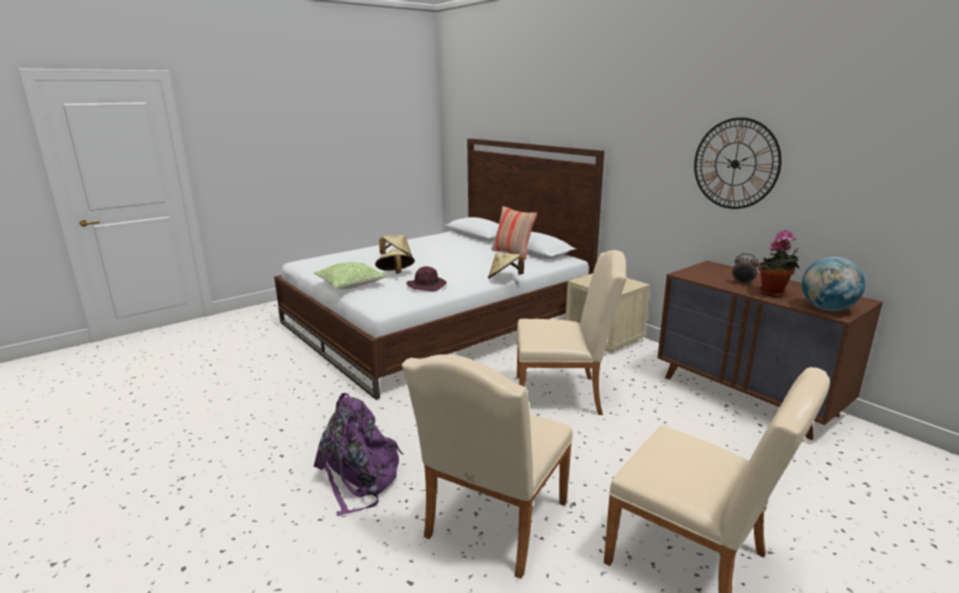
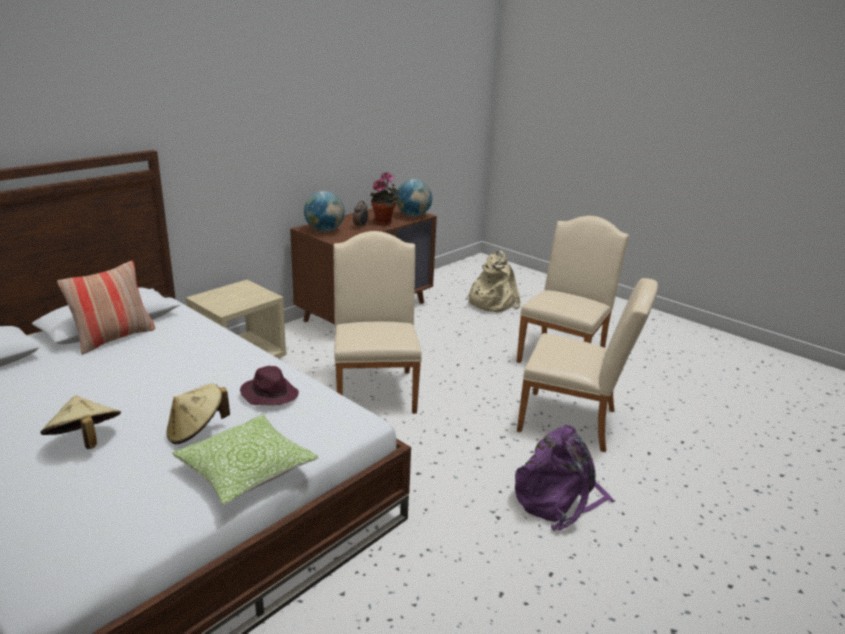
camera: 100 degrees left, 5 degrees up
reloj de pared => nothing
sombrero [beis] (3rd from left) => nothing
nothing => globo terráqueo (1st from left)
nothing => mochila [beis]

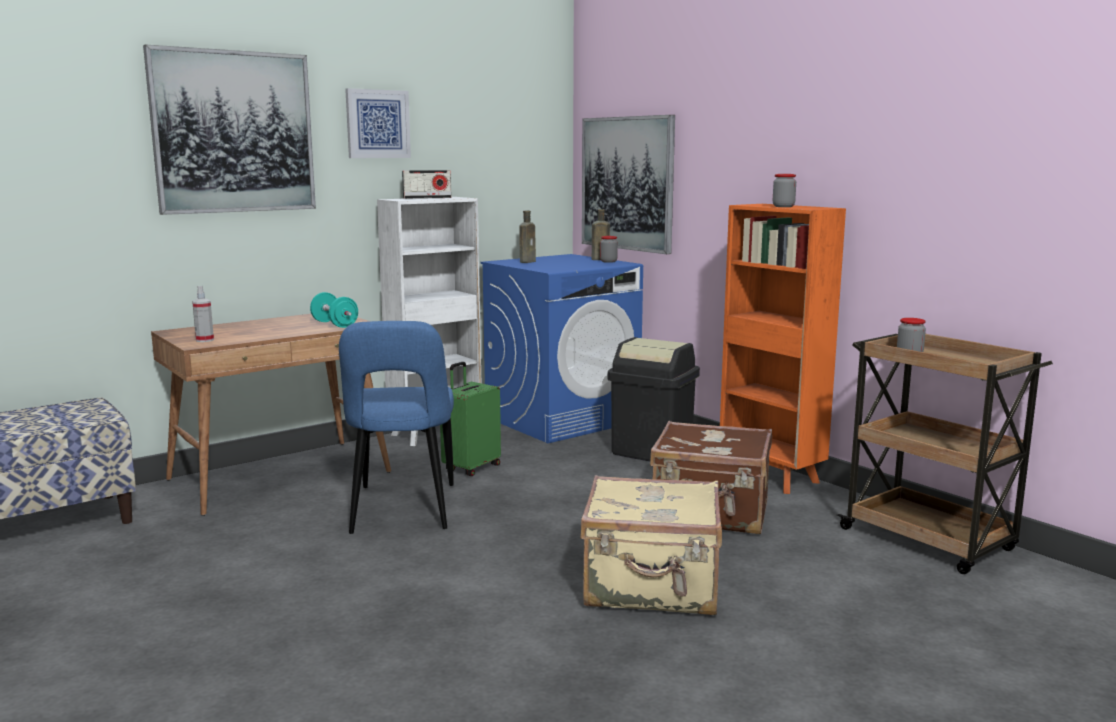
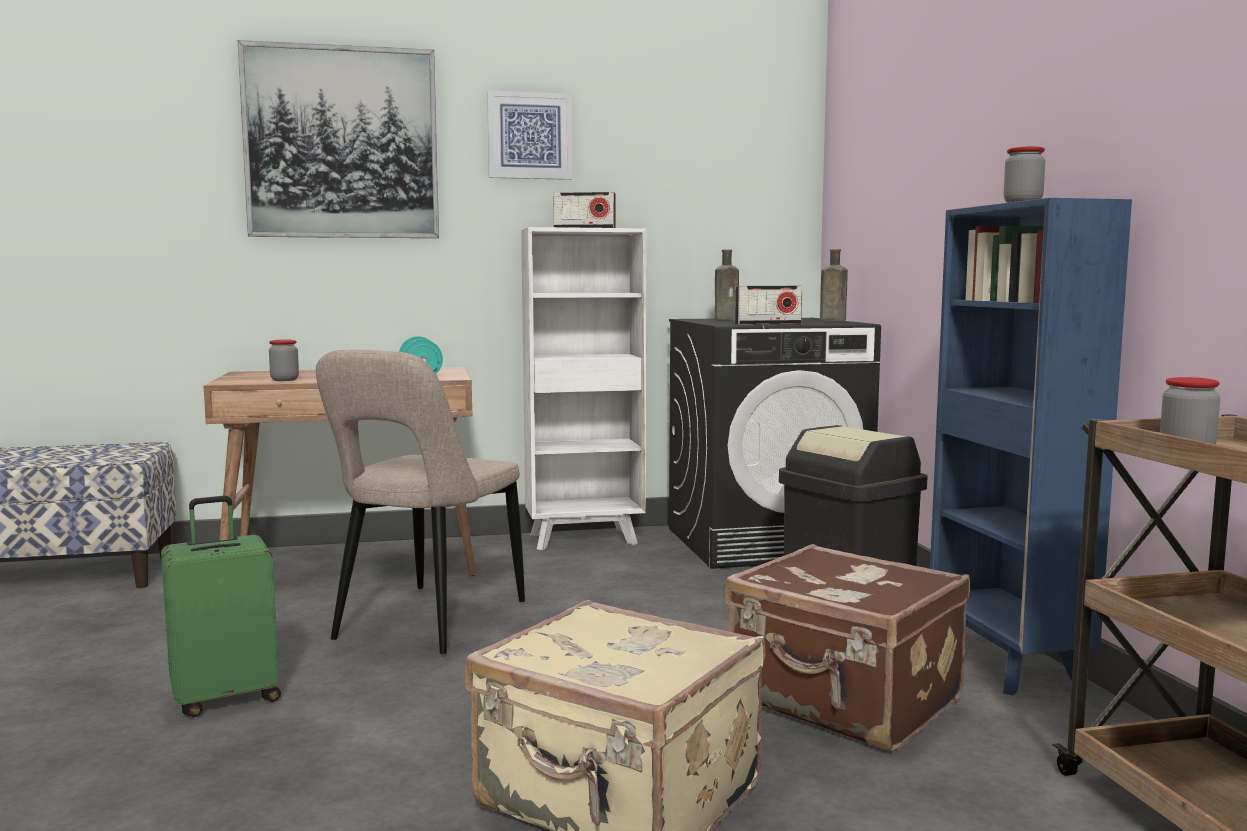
camera: 25 degrees right, 5 degrees down
cuadro (3rd from left) => nothing
estantería [naranja] => estantería [azul]
tarro (1st from left), moved
lavadora [azul] => lavadora [negro]
pulverizador => nothing
silla [azul] => silla [beis]
maleta [verde], moved
nothing => radio (2nd from left)

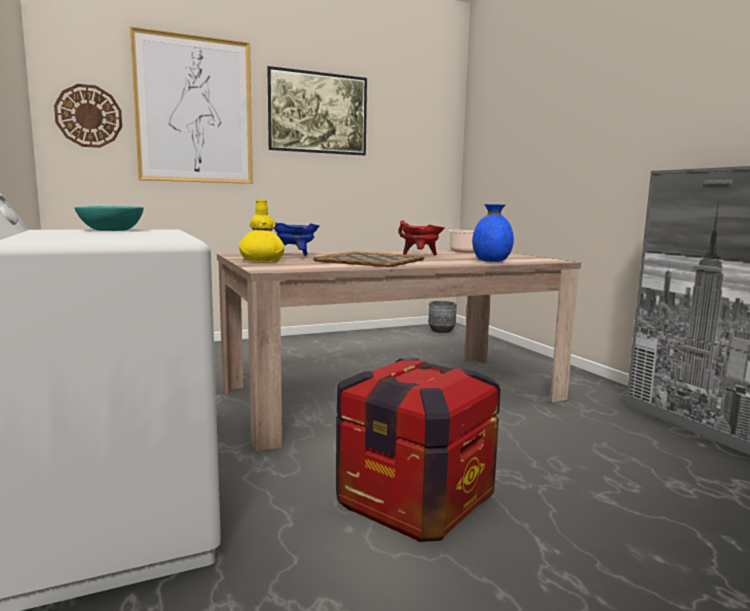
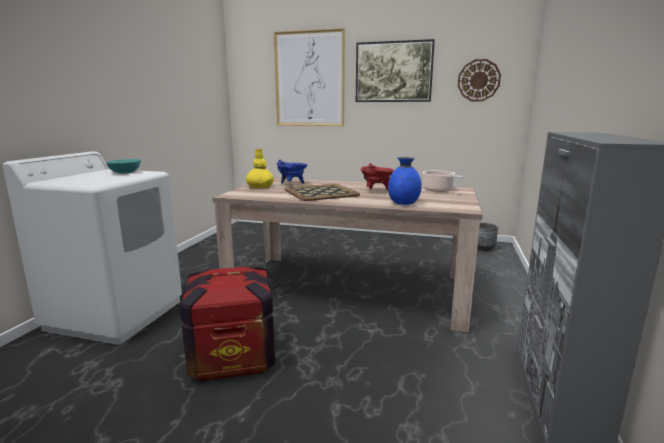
camera: 40 degrees right, 5 degrees up
reloj de pared, moved

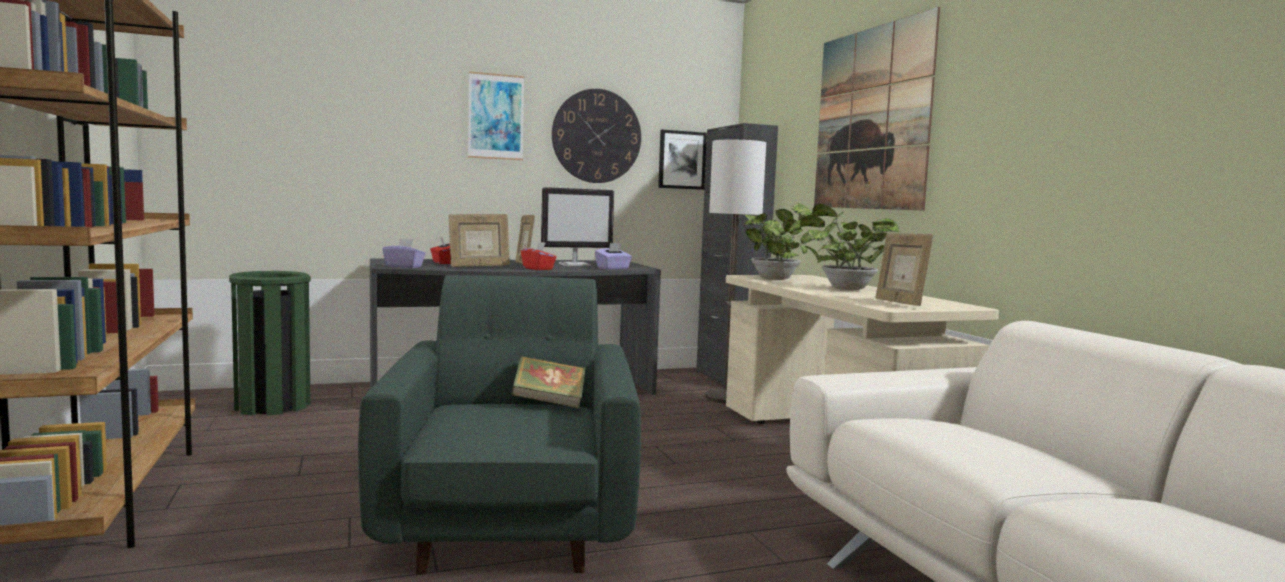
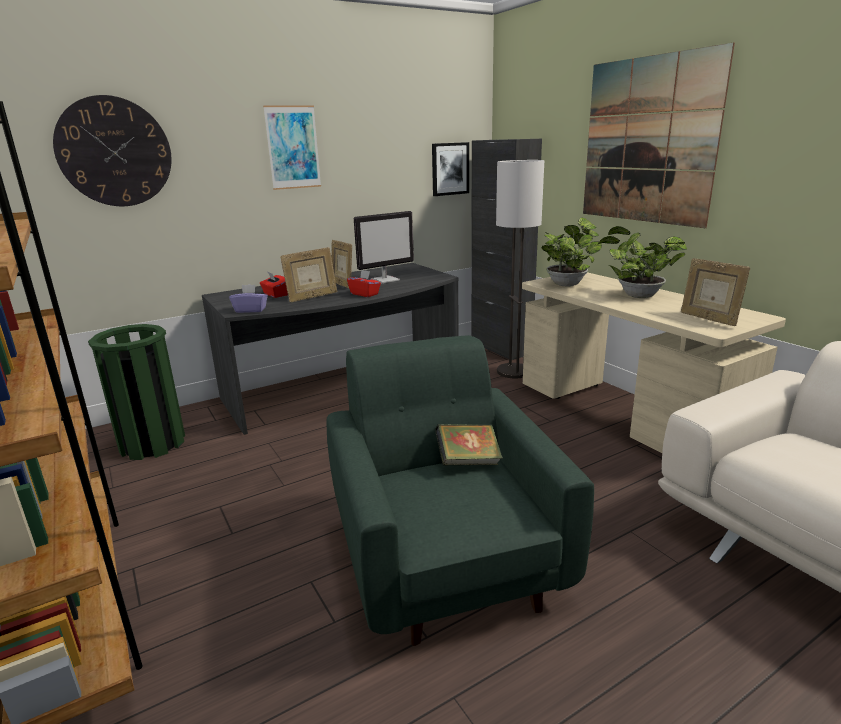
camera: 10 degrees left, 15 degrees up
reloj de pared, moved
caja de pañuelos [morado] (2nd from left) => nothing

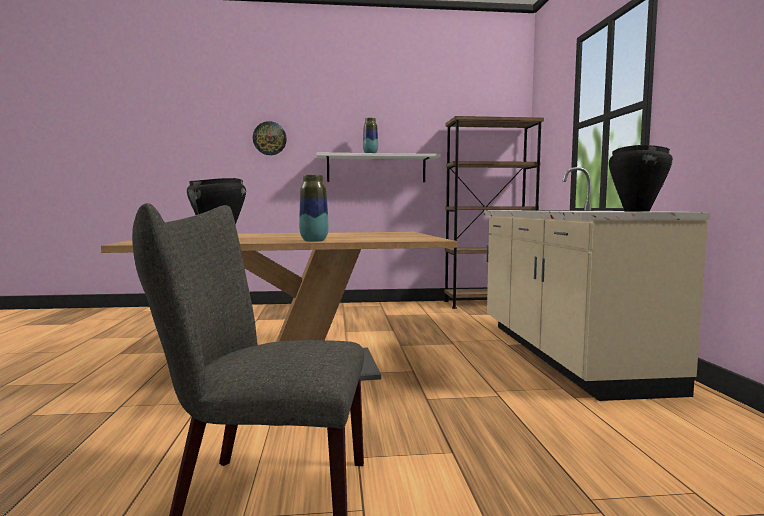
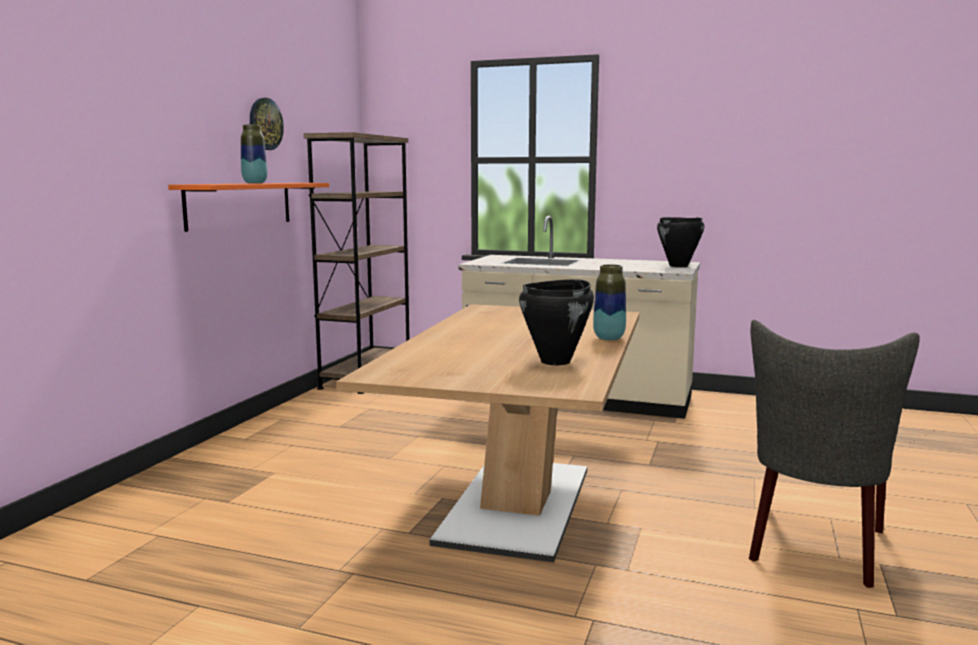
camera: 65 degrees left, 5 degrees up
reloj de pared, moved
estante [blanco] => estante [naranja]

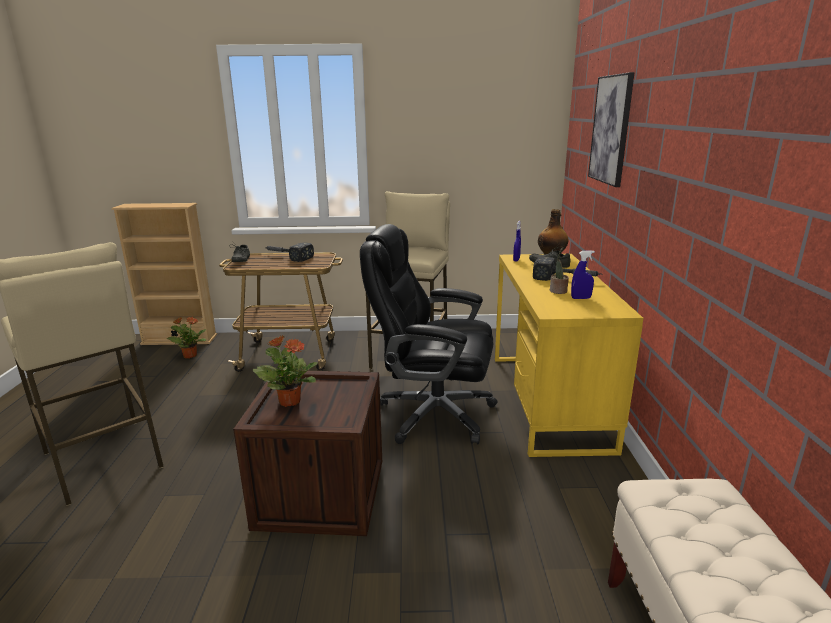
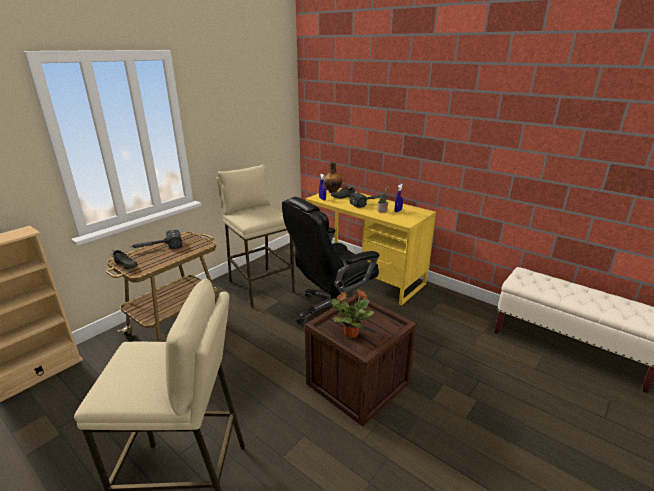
camera: 50 degrees left, 5 degrees up
cuadro => nothing
planta en maceta (1st from left) => nothing

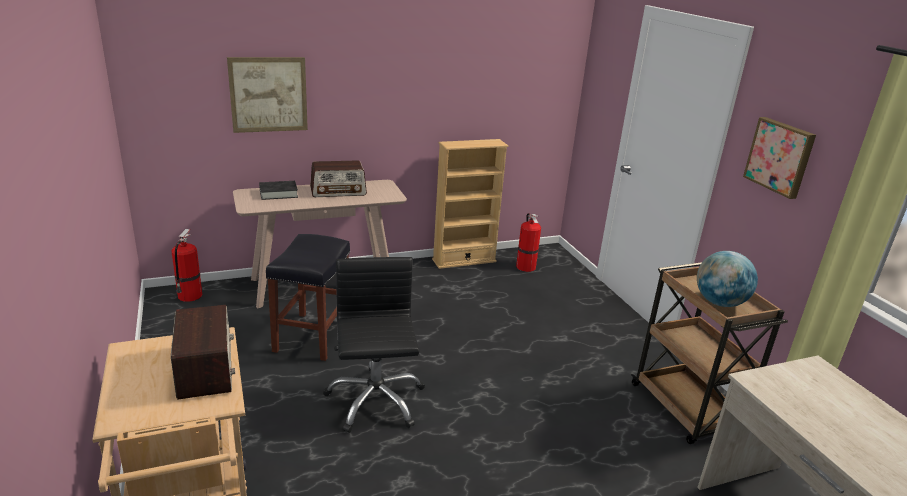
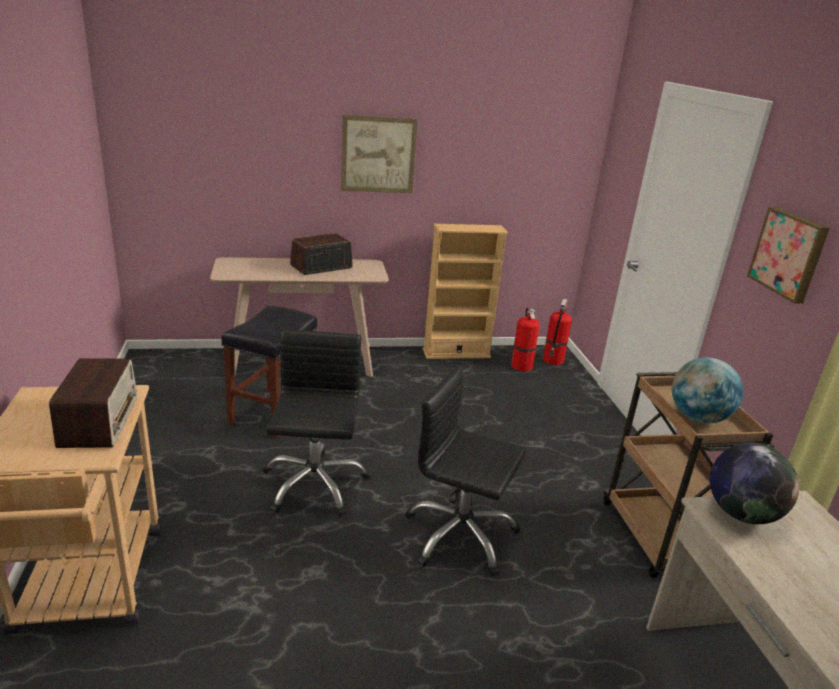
camera: 10 degrees right, 0 degrees up
cuadro (1st from left), moved
radio (2nd from left), 150 degrees clockwise
libro [negro] => nothing
extintor (1st from left in the first image) => extintor (2nd from left), moved
nothing => silla de oficina [negro] (2nd from left)
nothing => globo terráqueo (2nd from left)

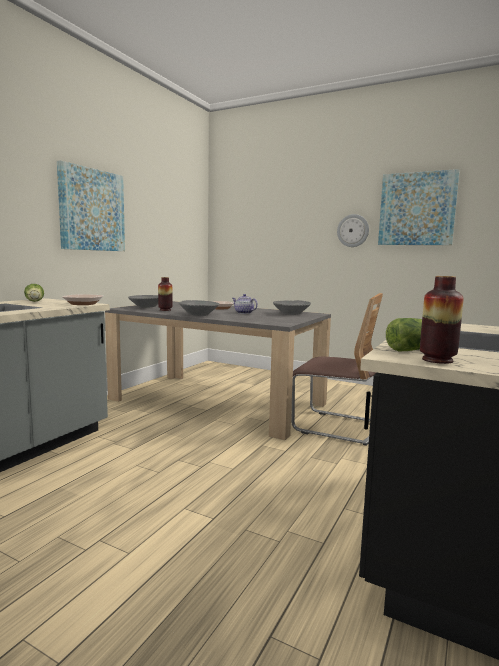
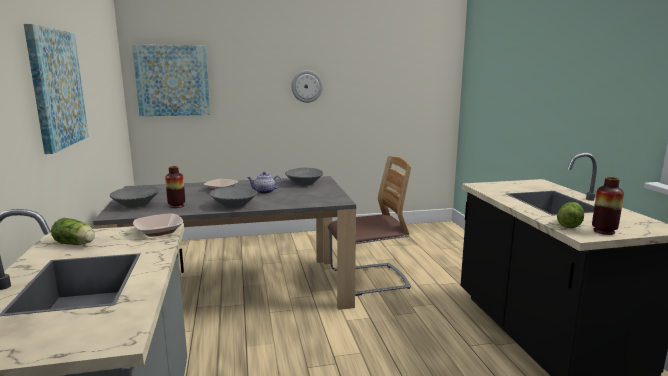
camera: 40 degrees left, 5 degrees up
cuadro (2nd from left), moved

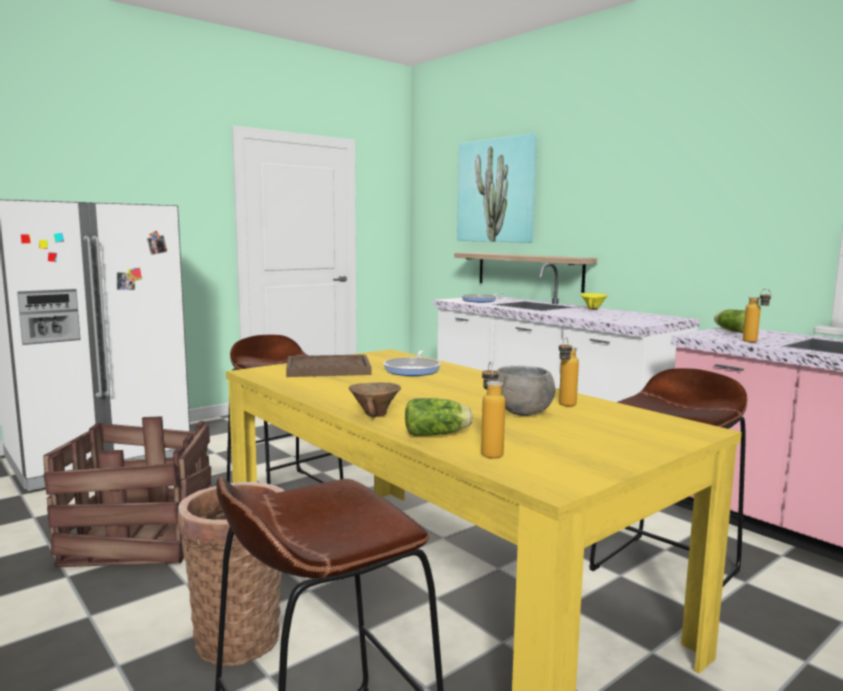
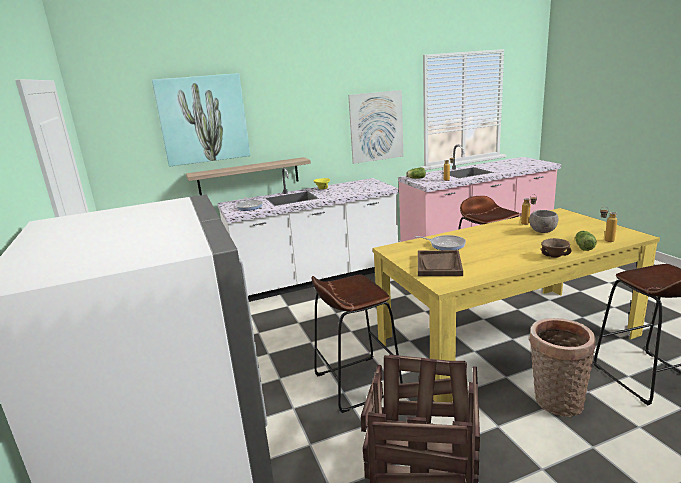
camera: 70 degrees left, 10 degrees up
nothing => cuadro (2nd from left)

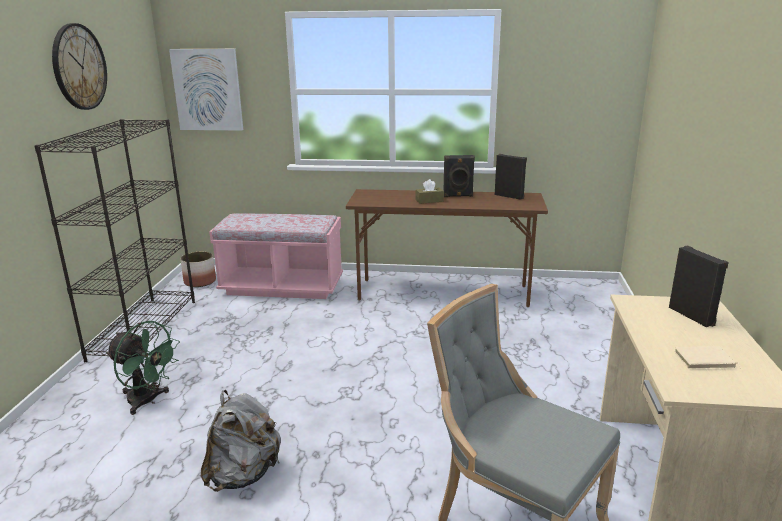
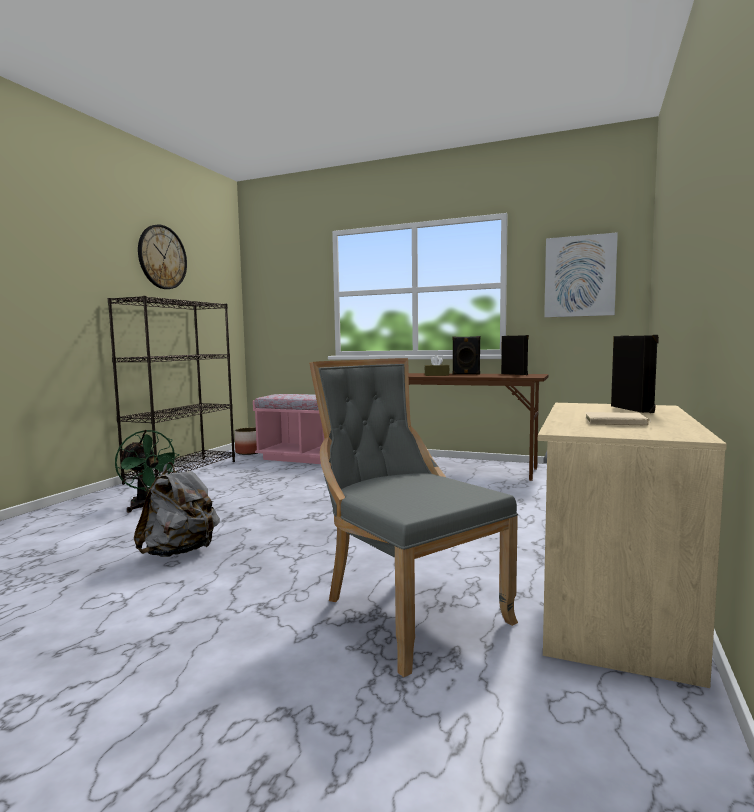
camera: 15 degrees right, 15 degrees down
cuadro, moved

